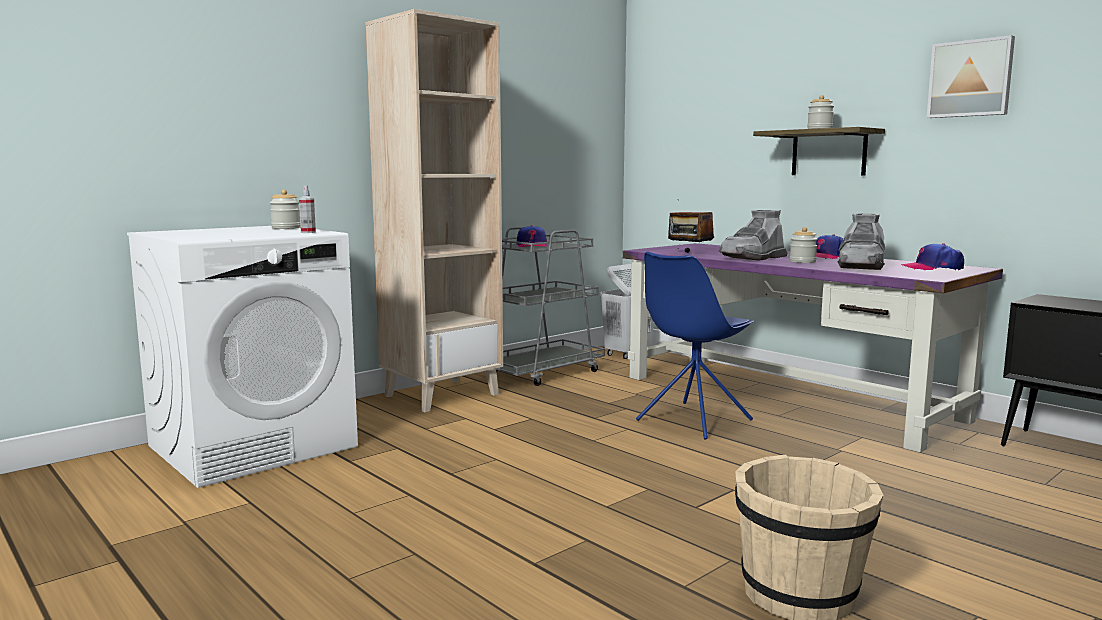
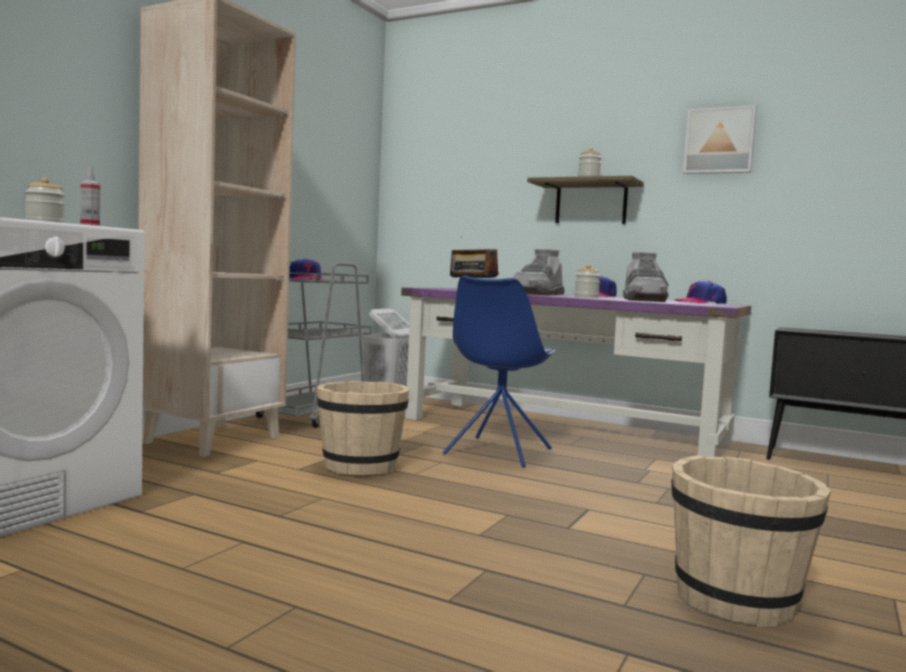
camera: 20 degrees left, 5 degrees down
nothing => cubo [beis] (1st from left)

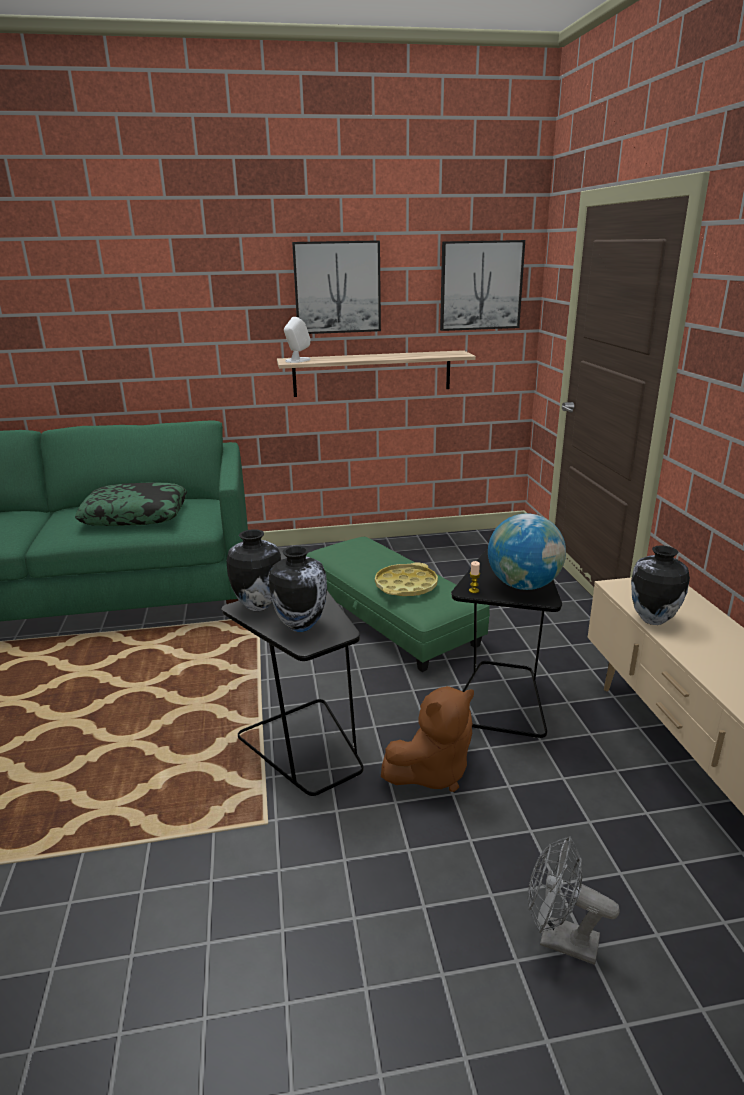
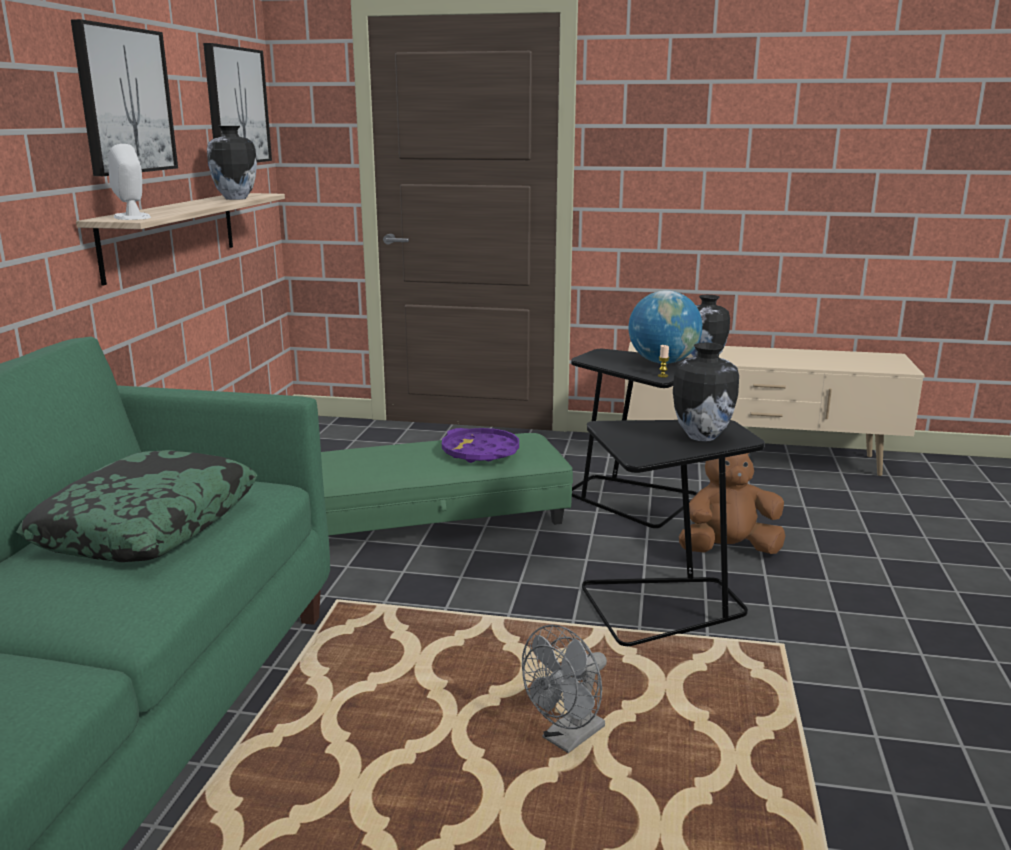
camera: 70 degrees left, 5 degrees down
florero (1st from left), moved
bandeja [amarillo] => bandeja [morado]
peluche [marrón], 90 degrees counterclockwise
ventilador [gris], moved

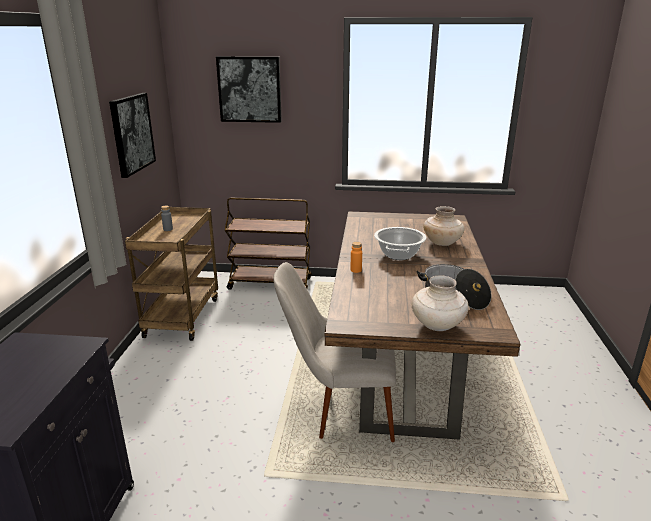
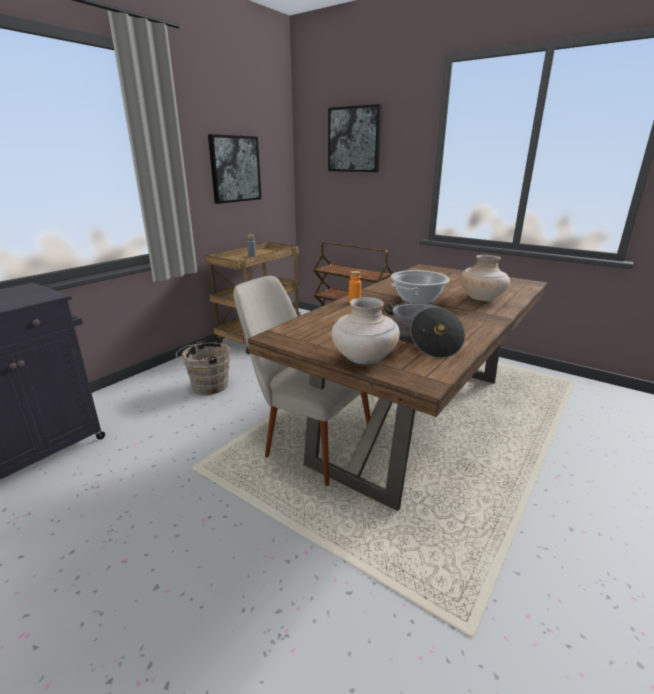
camera: 30 degrees right, 0 degrees up
nothing => cubo [marrón]

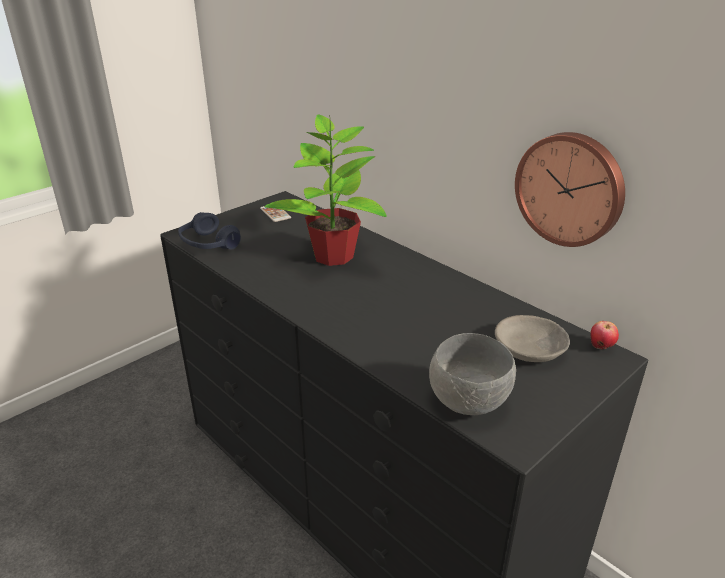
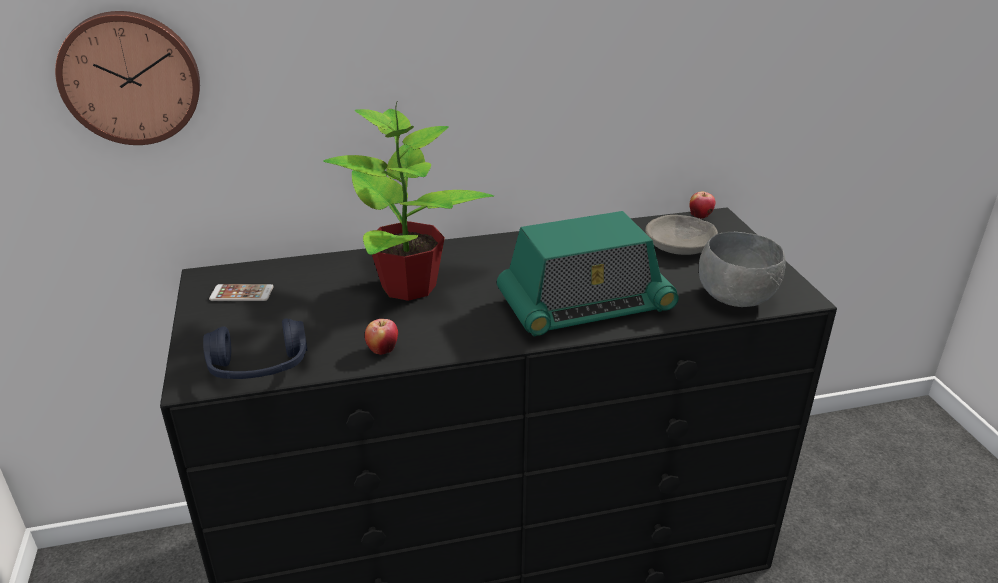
camera: 60 degrees left, 0 degrees up
reloj de pared, moved
nothing => radio
nothing => manzana (1st from left)

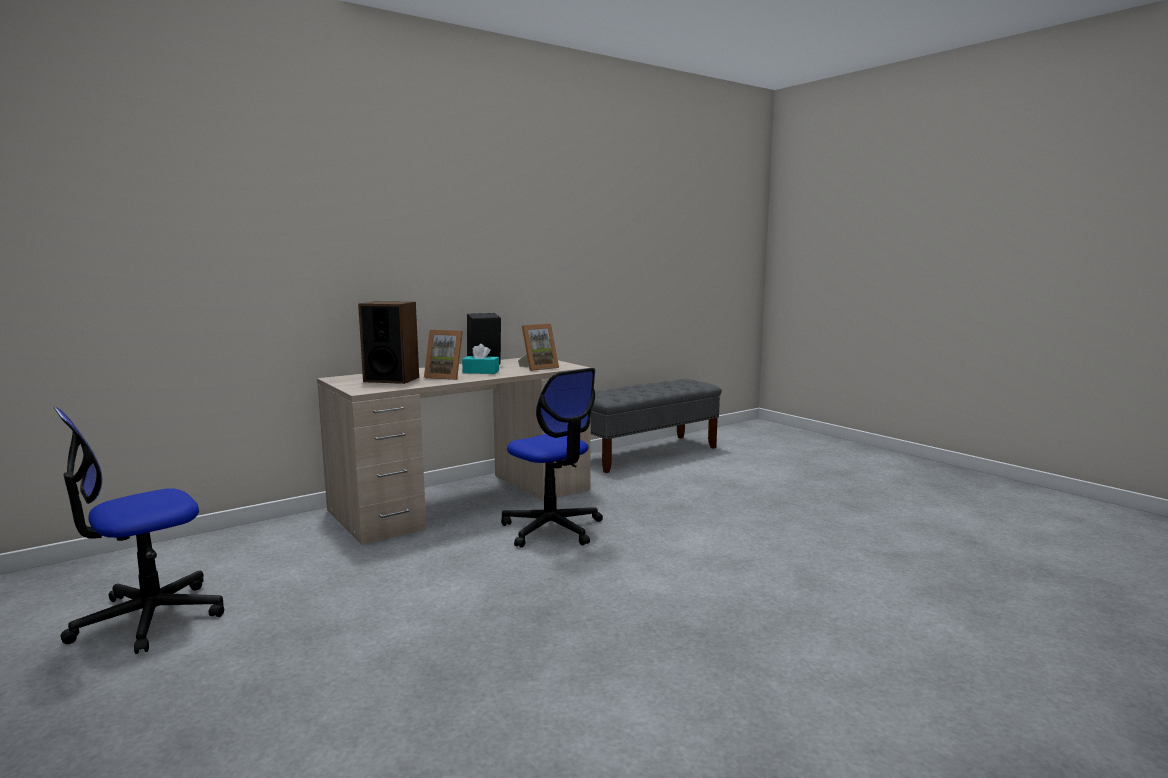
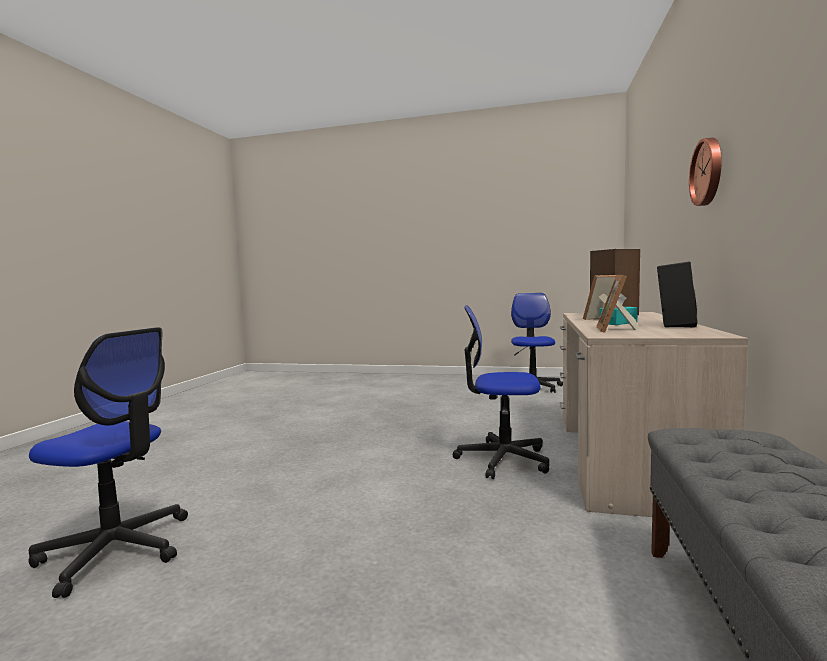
camera: 140 degrees right, 5 degrees down
nothing => reloj de pared
nothing => silla de oficina (1st from left)

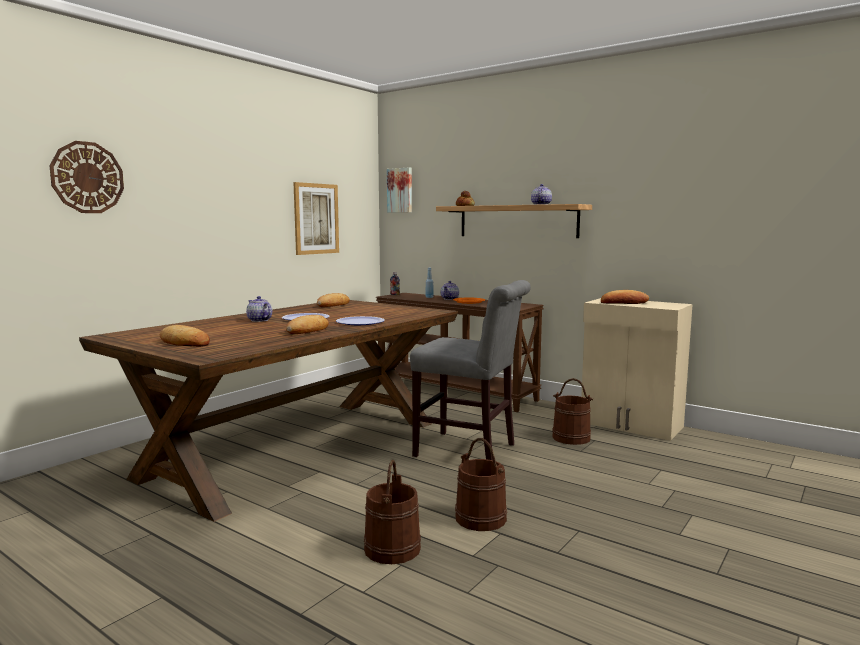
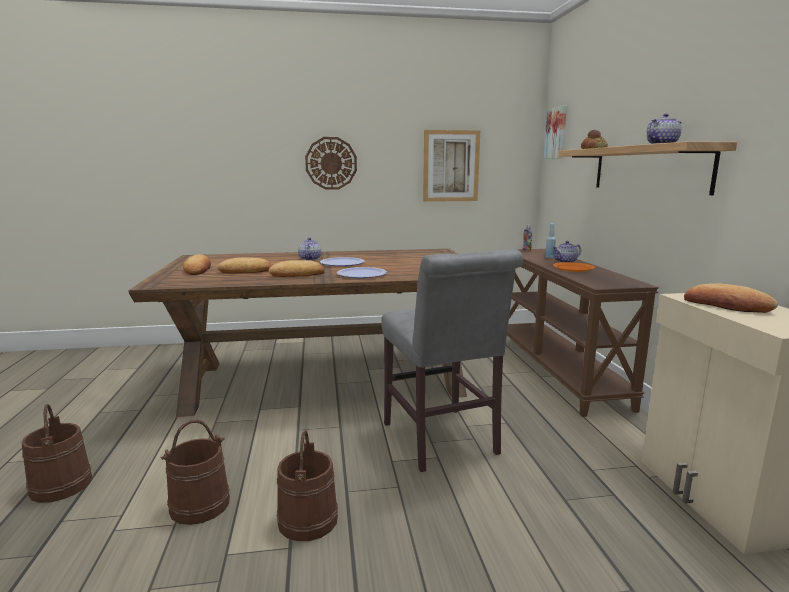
camera: 45 degrees right, 5 degrees up
reloj de pared, moved
pan (3rd from left in the first image) => pan (2nd from left), moved
cubo [marrón] (3rd from left in the first image) => cubo [marrón] (1st from left), moved

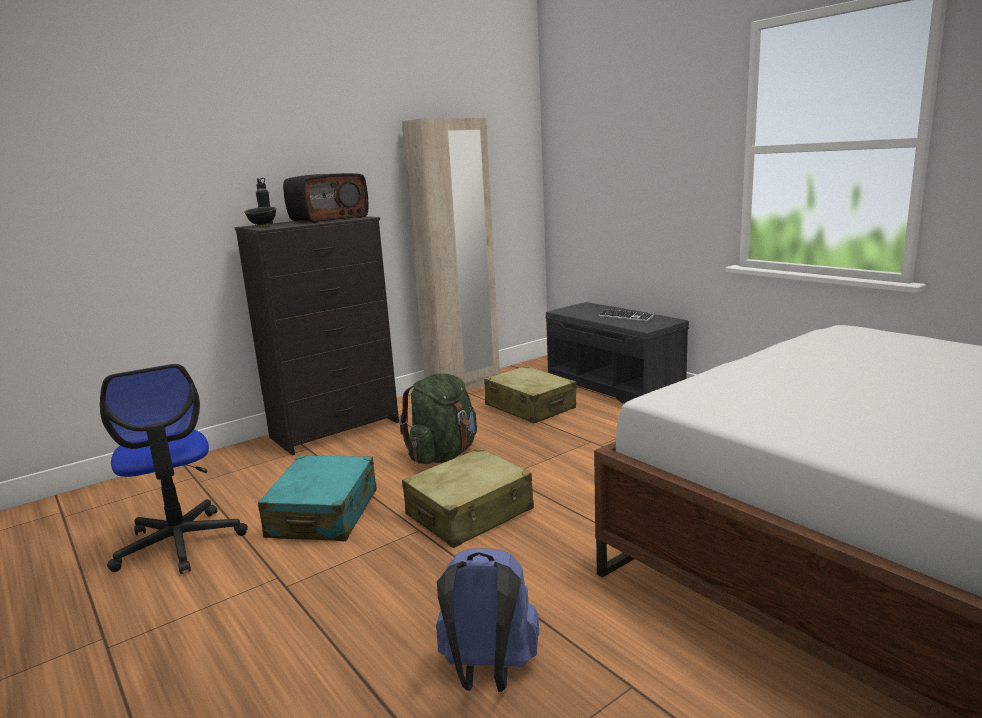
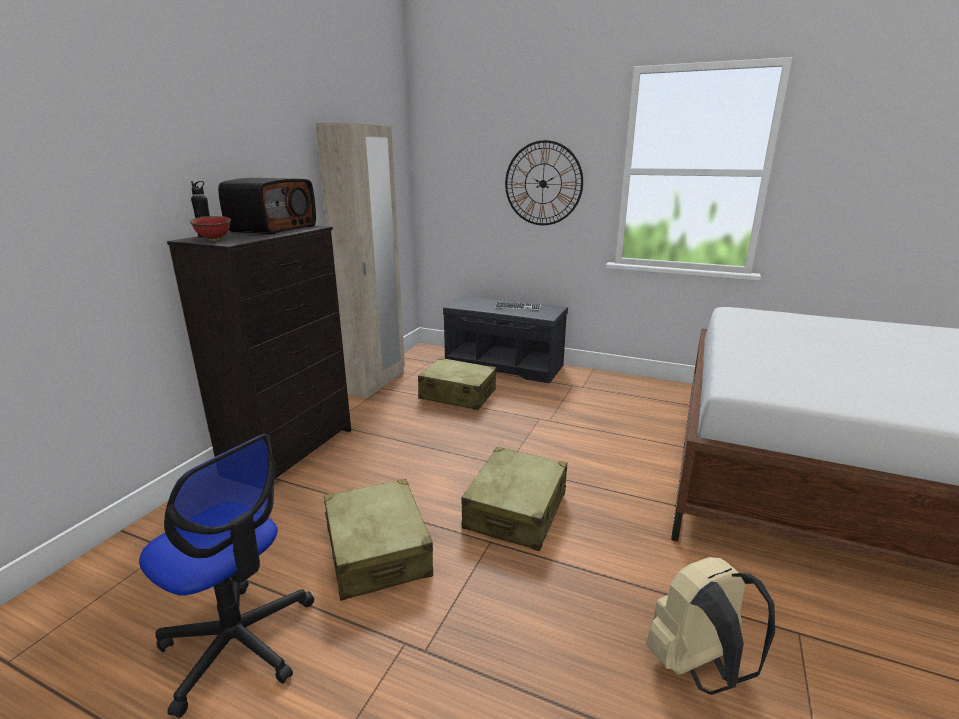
camera: 30 degrees left, 5 degrees up
cuenco [negro] => cuenco [rojo]
mochila [verde] => nothing
maleta [turquesa] => maleta [beis] (1st from left)
mochila [azul] => mochila [beis]
nothing => reloj de pared

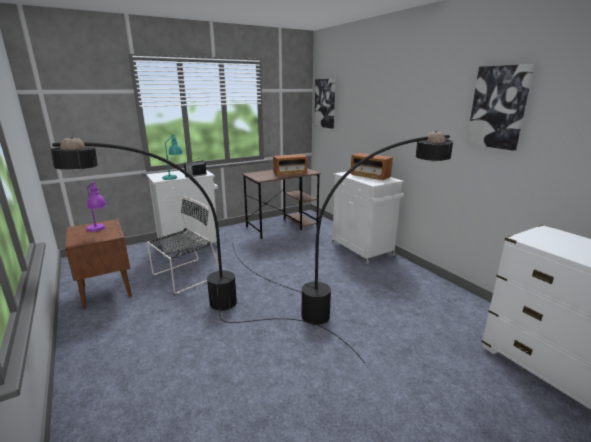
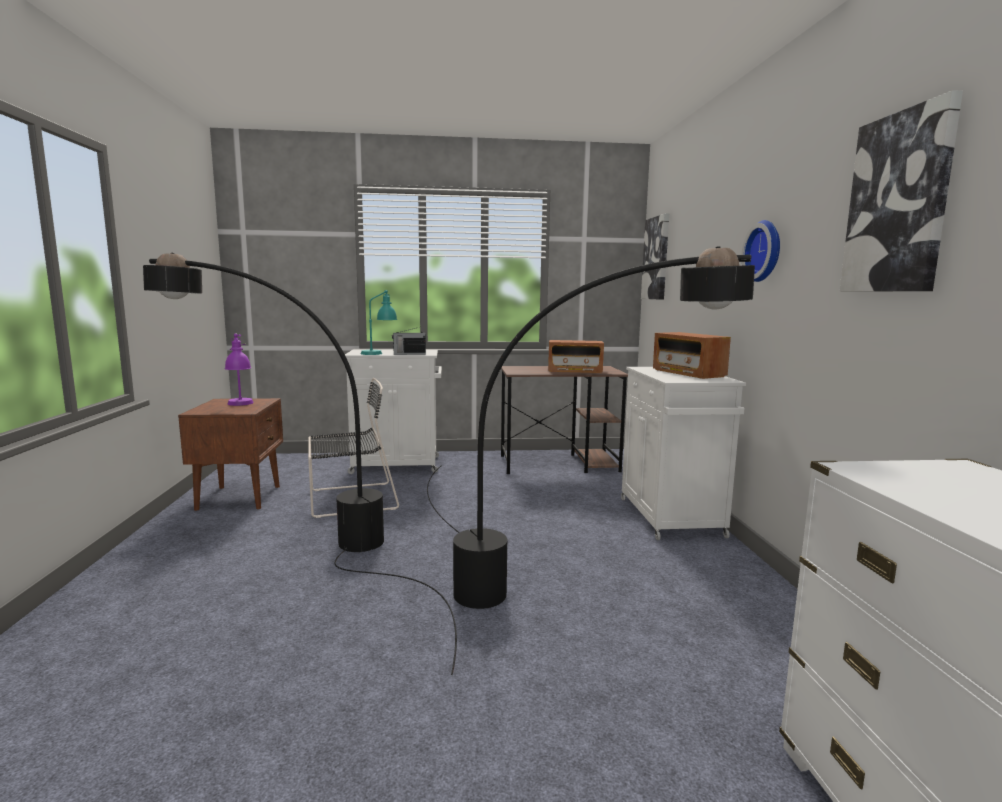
camera: 25 degrees right, 10 degrees down
nothing => reloj de pared

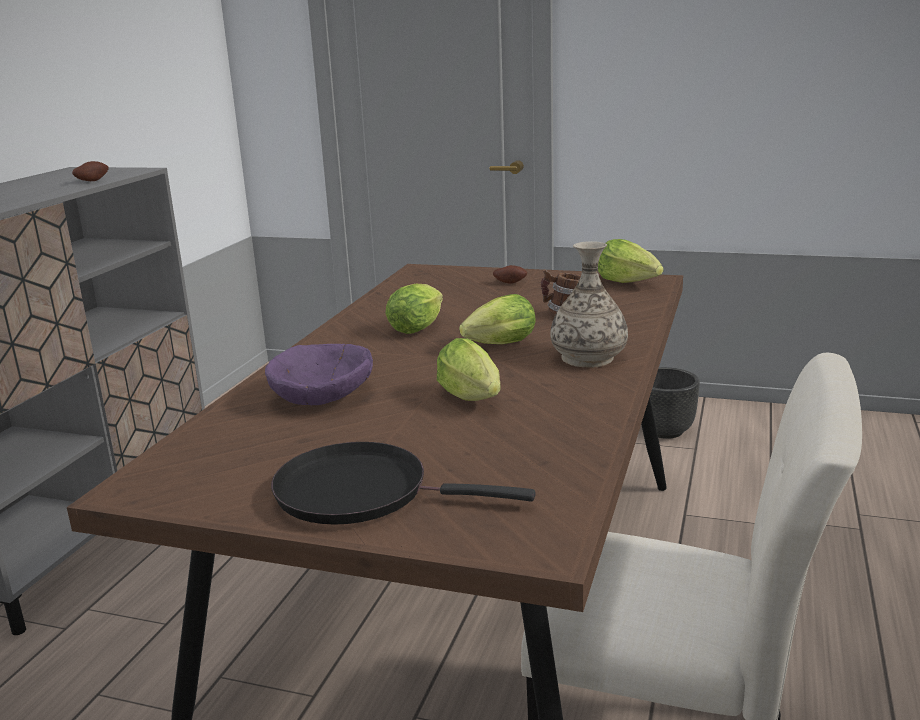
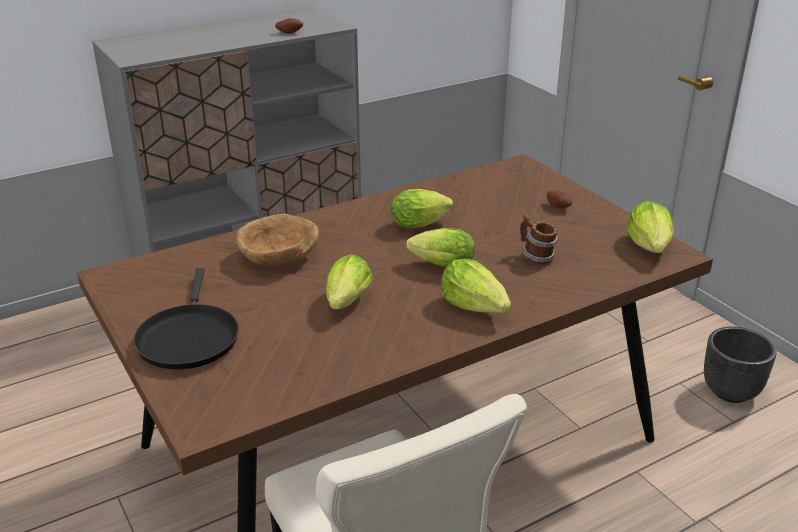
camera: 40 degrees right, 10 degrees up
florero => lechuga (4th from left)
cuenco [morado] => cuenco [marrón]
sartén [negro], 150 degrees counterclockwise

